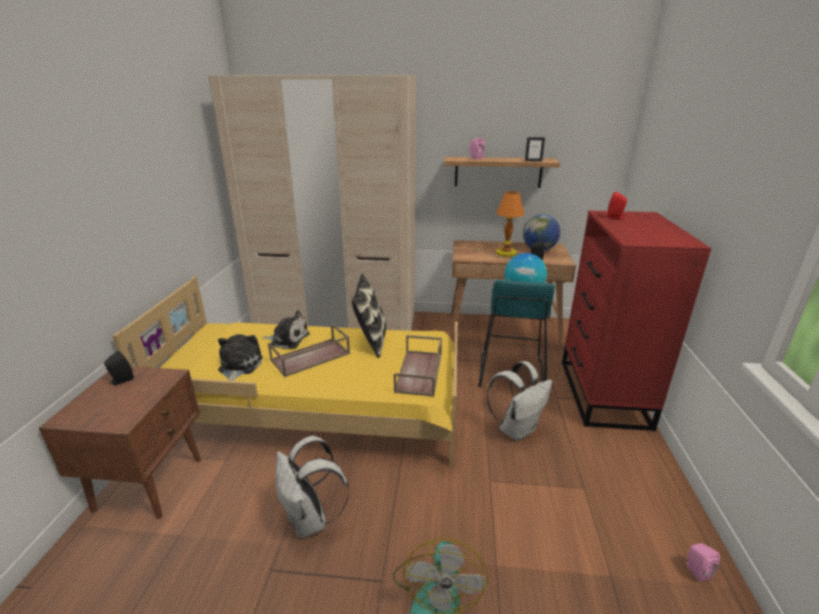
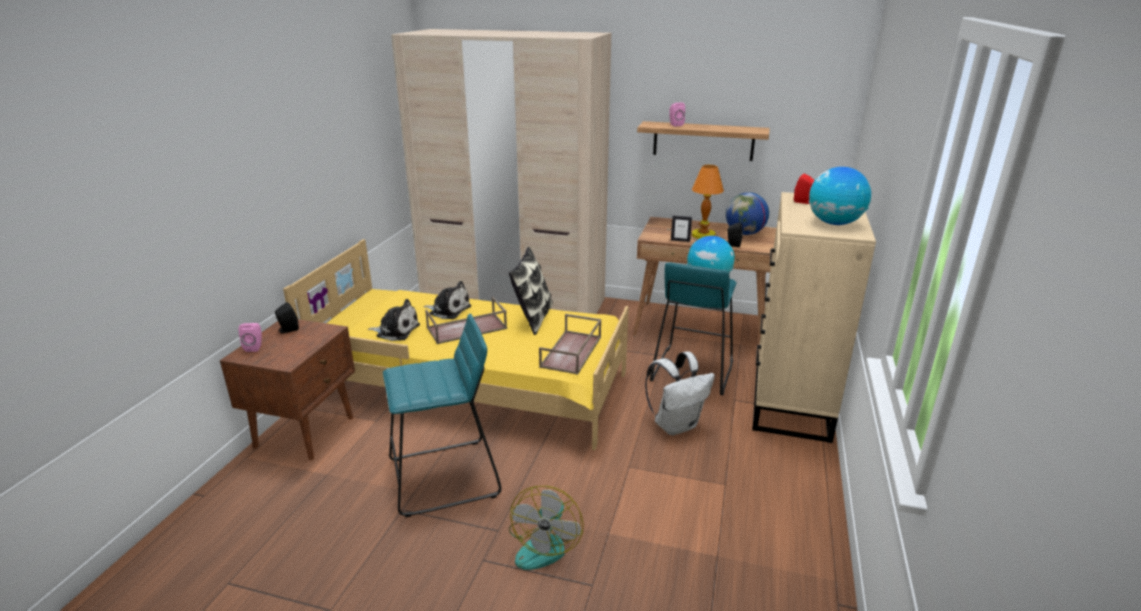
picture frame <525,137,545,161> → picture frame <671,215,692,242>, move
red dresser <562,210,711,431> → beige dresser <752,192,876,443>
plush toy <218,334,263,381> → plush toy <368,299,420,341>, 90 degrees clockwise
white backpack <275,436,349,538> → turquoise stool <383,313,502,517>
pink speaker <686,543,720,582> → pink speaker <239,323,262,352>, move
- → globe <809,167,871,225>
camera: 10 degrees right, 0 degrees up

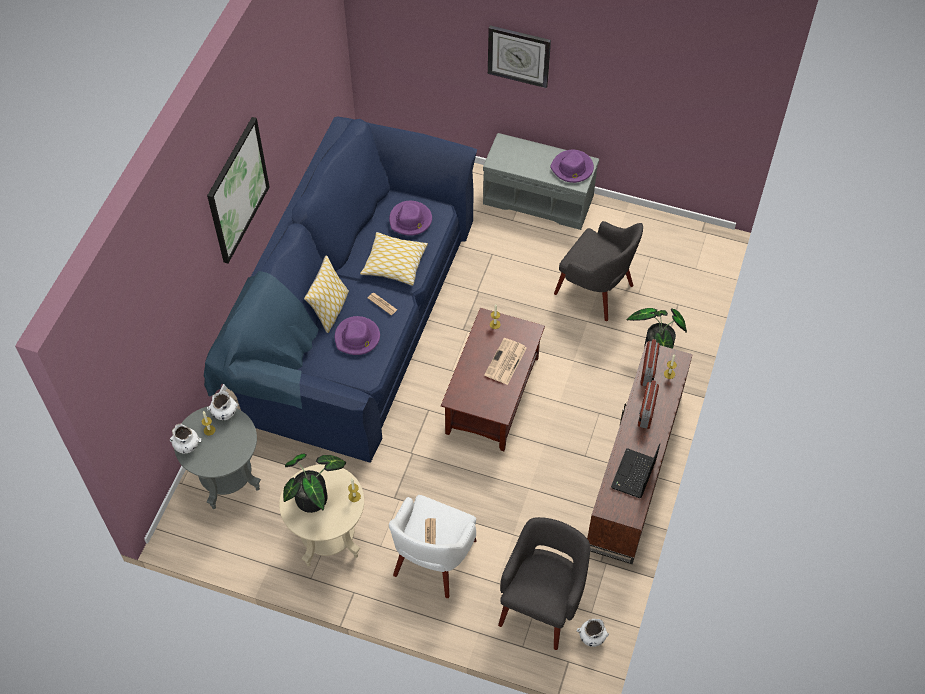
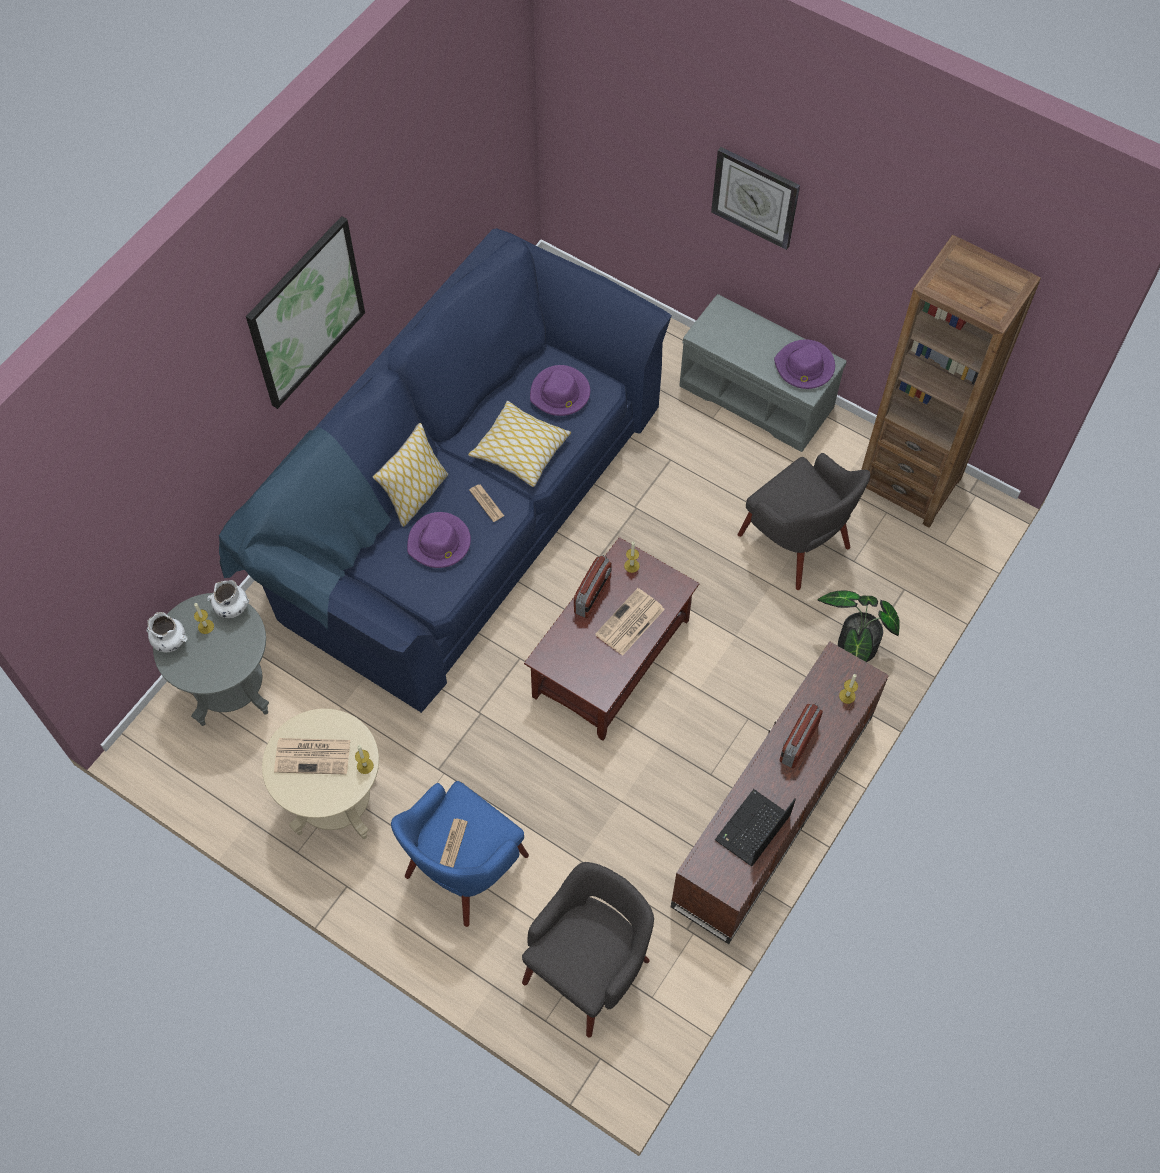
radio <640,339,660,386> → radio <574,555,612,618>, move
potted plant <283,454,346,513> → newspaper <274,738,350,775>
white armchair <389,495,477,598> → blue armchair <391,781,529,927>
white vase <577,619,609,647> → -
- → brown bookcase <861,235,1041,528>
camera: 15 degrees right, 5 degrees up

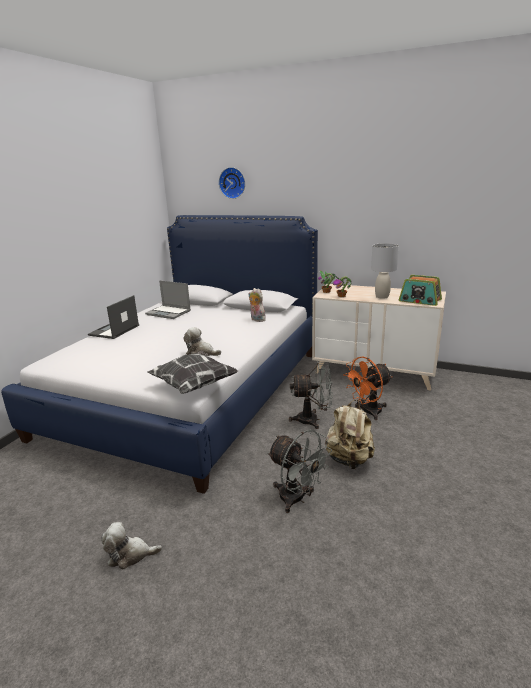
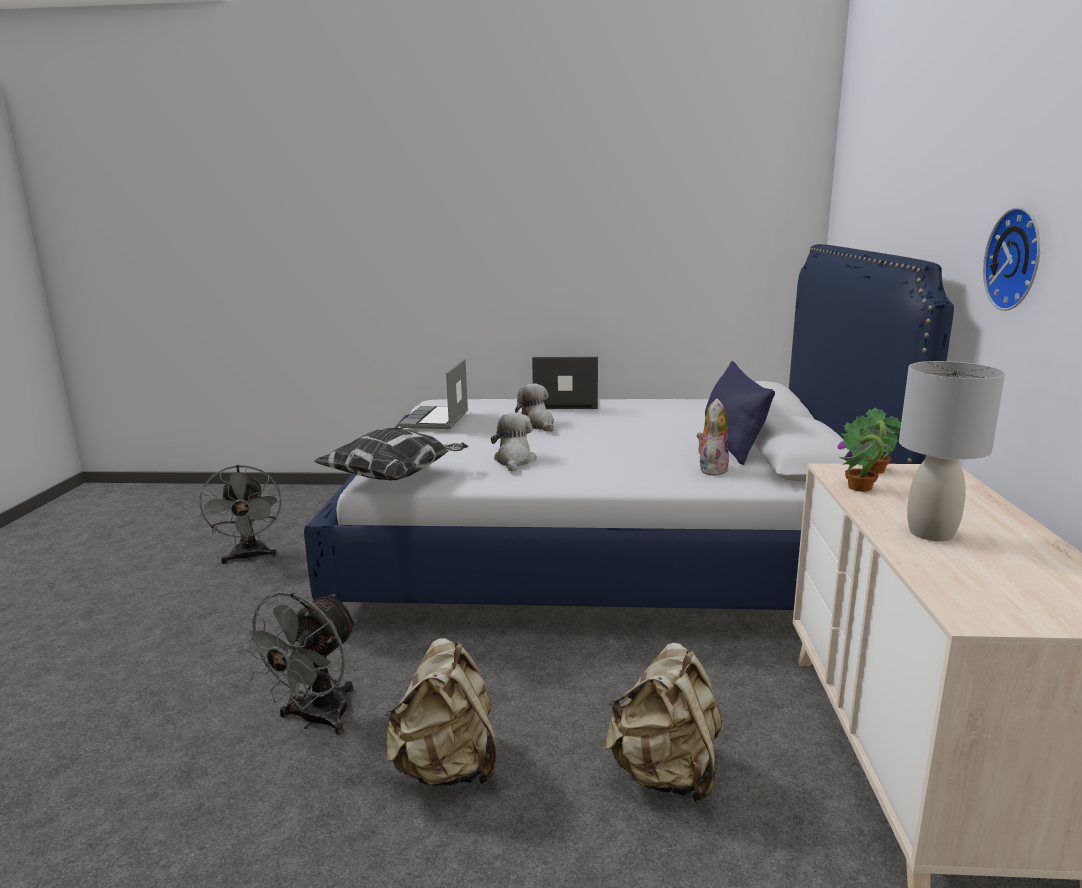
wall clock <219,167,245,199> → wall clock <983,207,1040,311>, move
radio <399,275,442,306> → -
laptop <145,280,191,319> → laptop <399,359,468,429>, move
orange fan <344,356,392,420> → beige backpack <605,643,722,804>
grey fan <289,362,333,429> → grey fan <199,465,282,564>, move
plush toy <101,522,162,569> → plush toy <515,384,554,432>, move
- → blue pillow <705,361,775,465>
camera: 70 degrees right, 5 degrees down

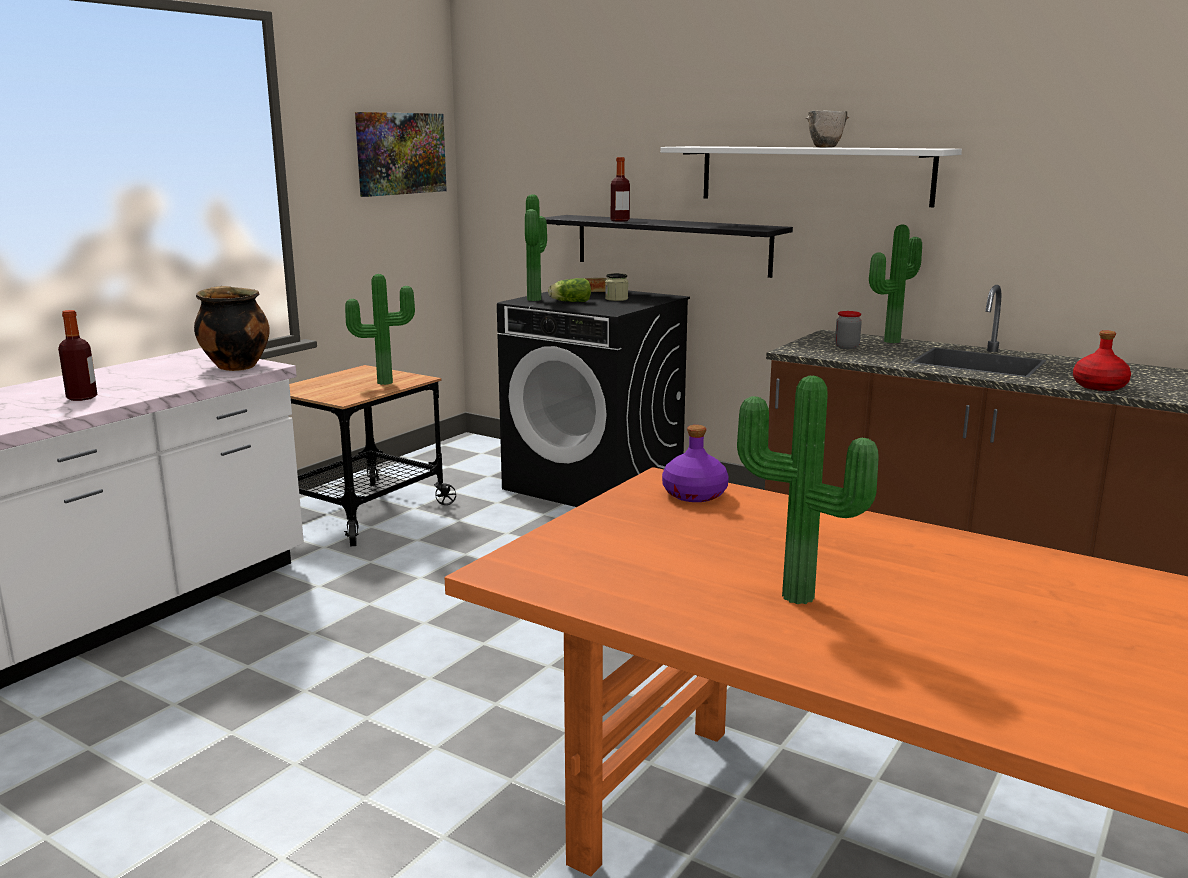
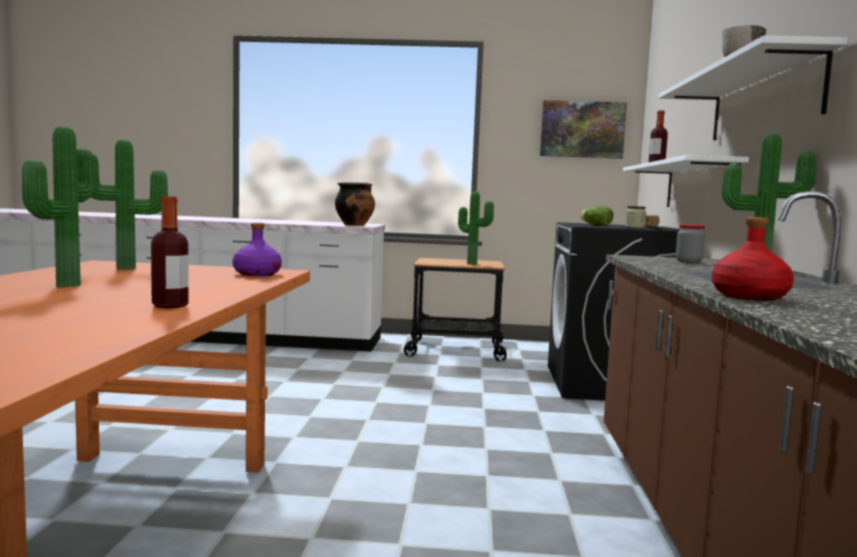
potted plant <525,194,547,301> → potted plant <91,139,168,269>, move
black shelf <545,215,793,278> → white shelf <623,155,749,210>
bottle <58,310,97,401> → bottle <151,196,189,308>, move
camera: 60 degrees right, 10 degrees down

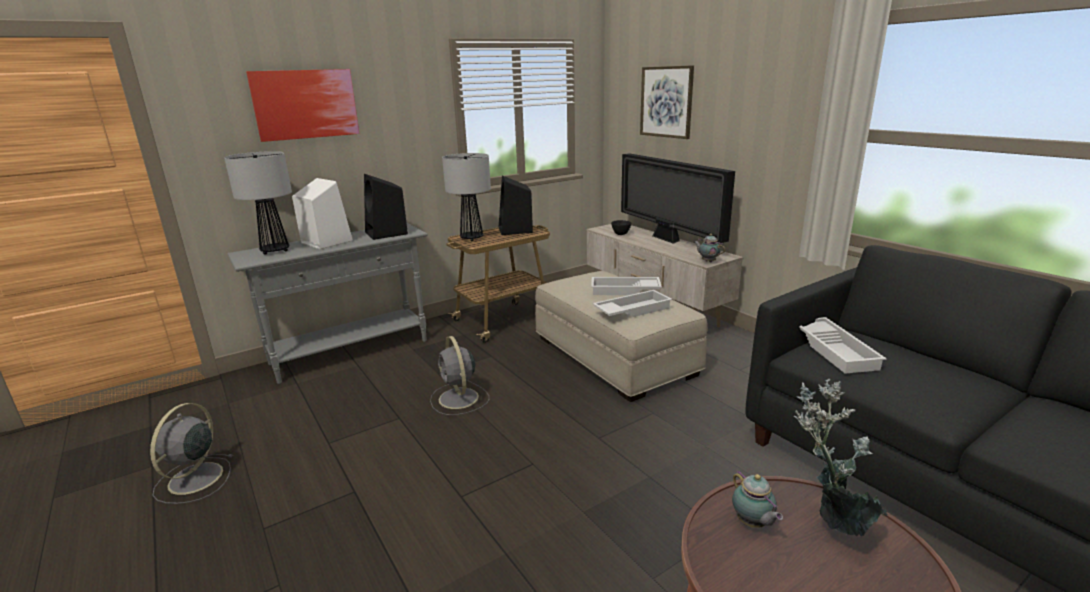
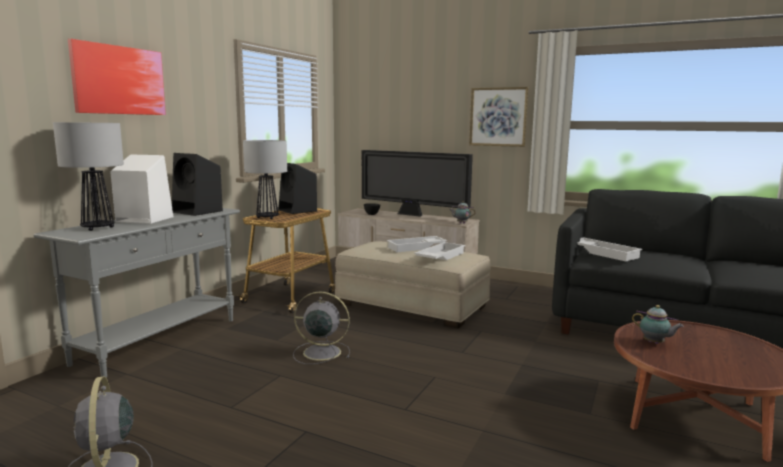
picture <640,65,694,139> → picture <469,87,529,147>, move
grey fan <430,336,489,415> → grey fan <293,291,350,364>, 150 degrees clockwise
potted plant <794,379,887,536> → -
camera: 30 degrees left, 10 degrees down

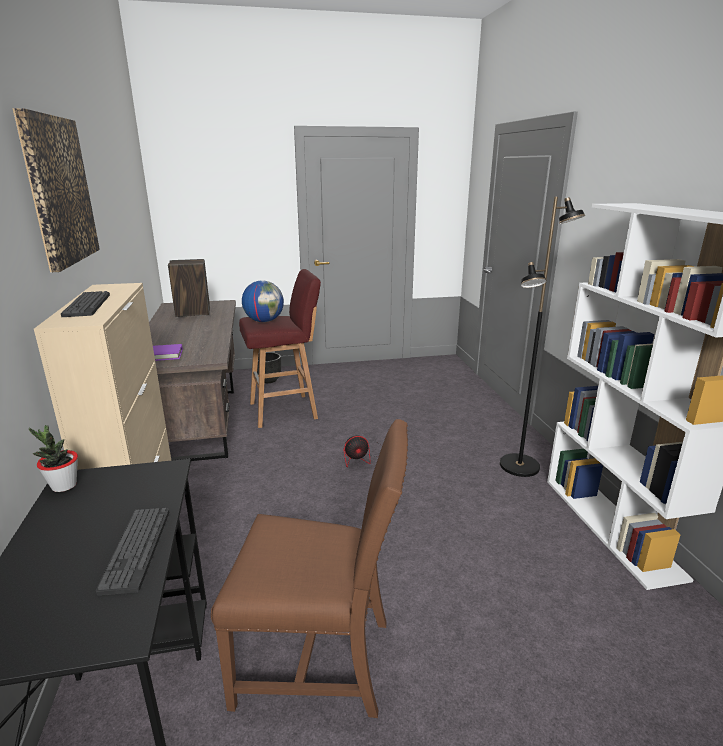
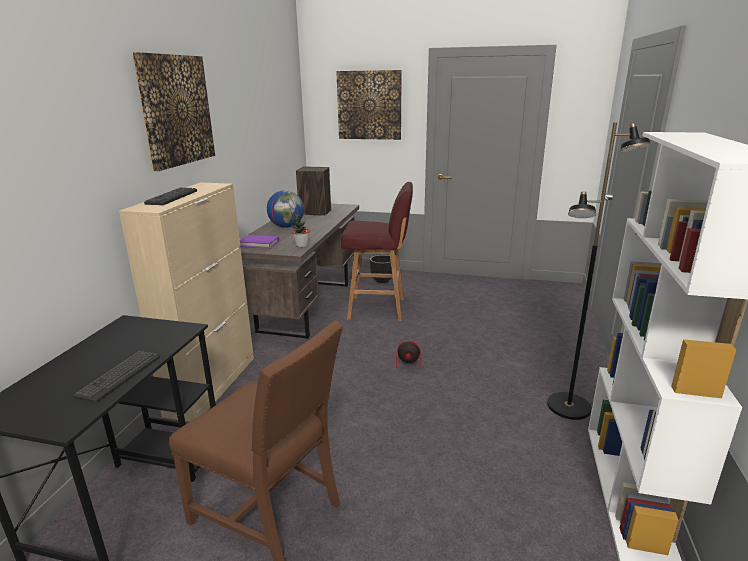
globe <242,280,284,322> → globe <267,190,304,228>, move
potted plant <29,425,78,492> → potted plant <291,212,310,247>, move
- → picture <336,70,402,140>
camera: 25 degrees right, 0 degrees up

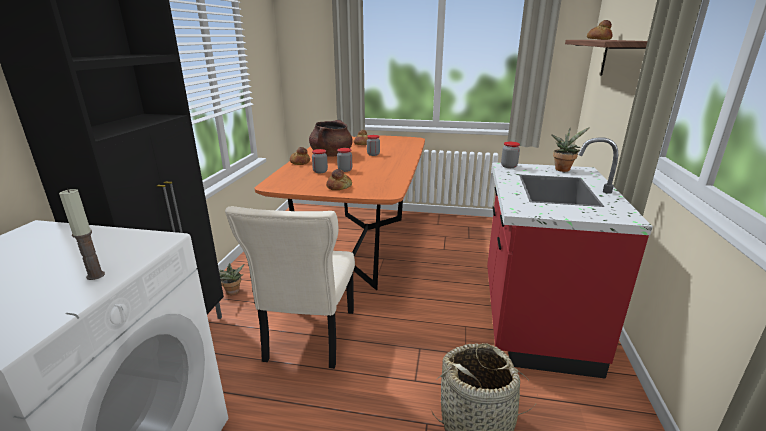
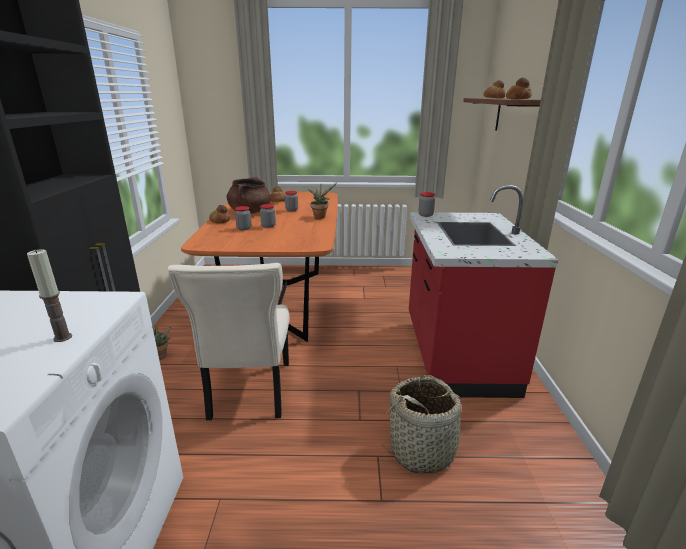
potted plant <551,127,590,172> → potted plant <308,183,337,219>, move
bread <326,169,352,190> → bread <506,78,532,99>, move
camera: 10 degrees left, 0 degrees up

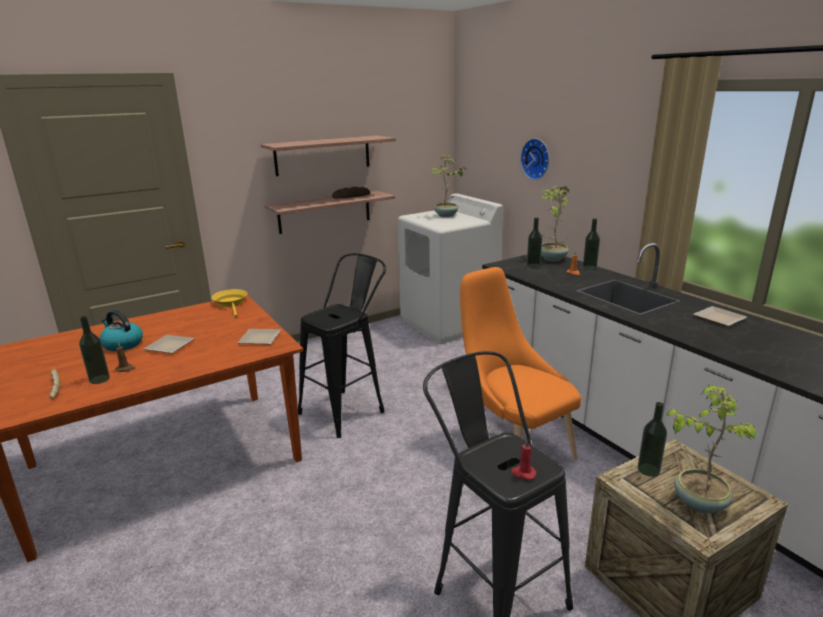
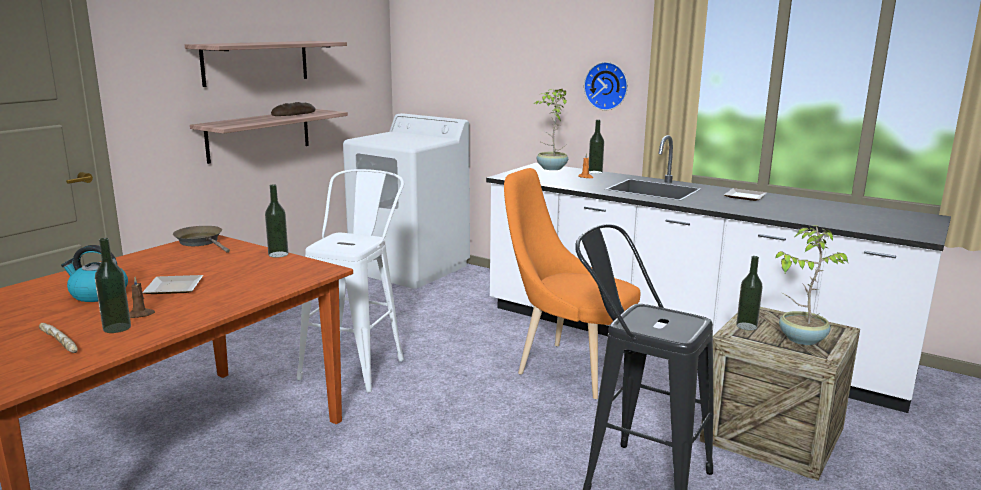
wall clock <520,138,549,180> → wall clock <584,62,628,110>, move
potted plant <431,155,466,217> → -
bottle <527,217,542,268> → bottle <265,185,288,258>, move
black stool <298,253,386,438> → white stool <296,169,404,393>
yellow frying pan <211,289,248,317> → brown frying pan <173,226,230,253>
plate <238,329,281,344> → -
red candle <511,440,537,480> → -
camera: 25 degrees left, 5 degrees down

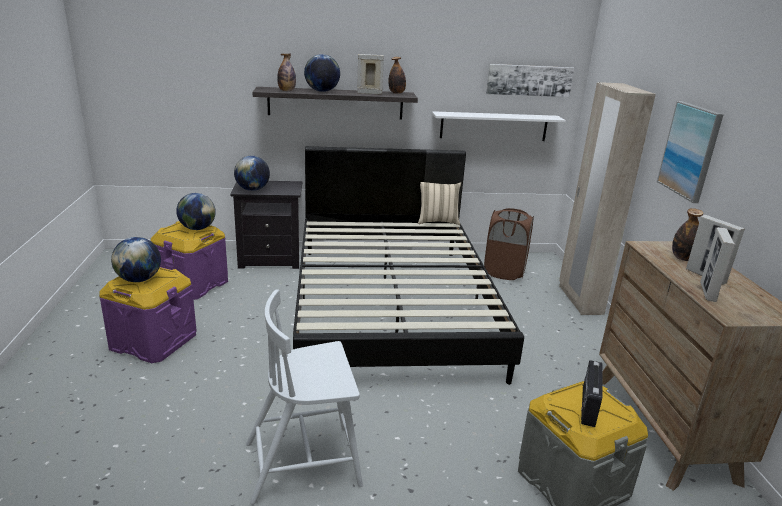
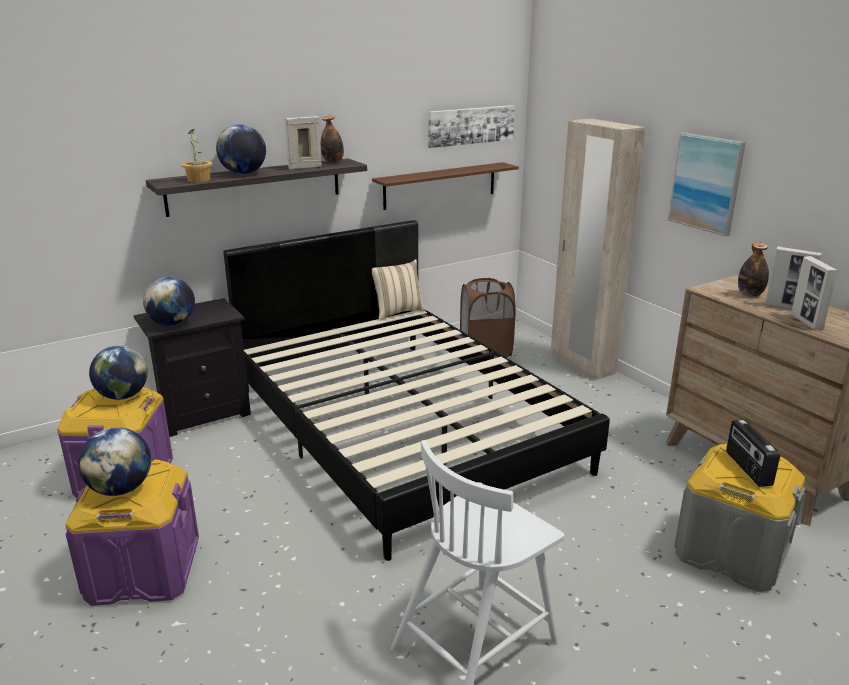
bottle <277,54,296,91> → potted plant <182,129,213,183>
white shelf <432,111,566,141> → brown shelf <372,162,519,210>
camera: 25 degrees left, 0 degrees up

